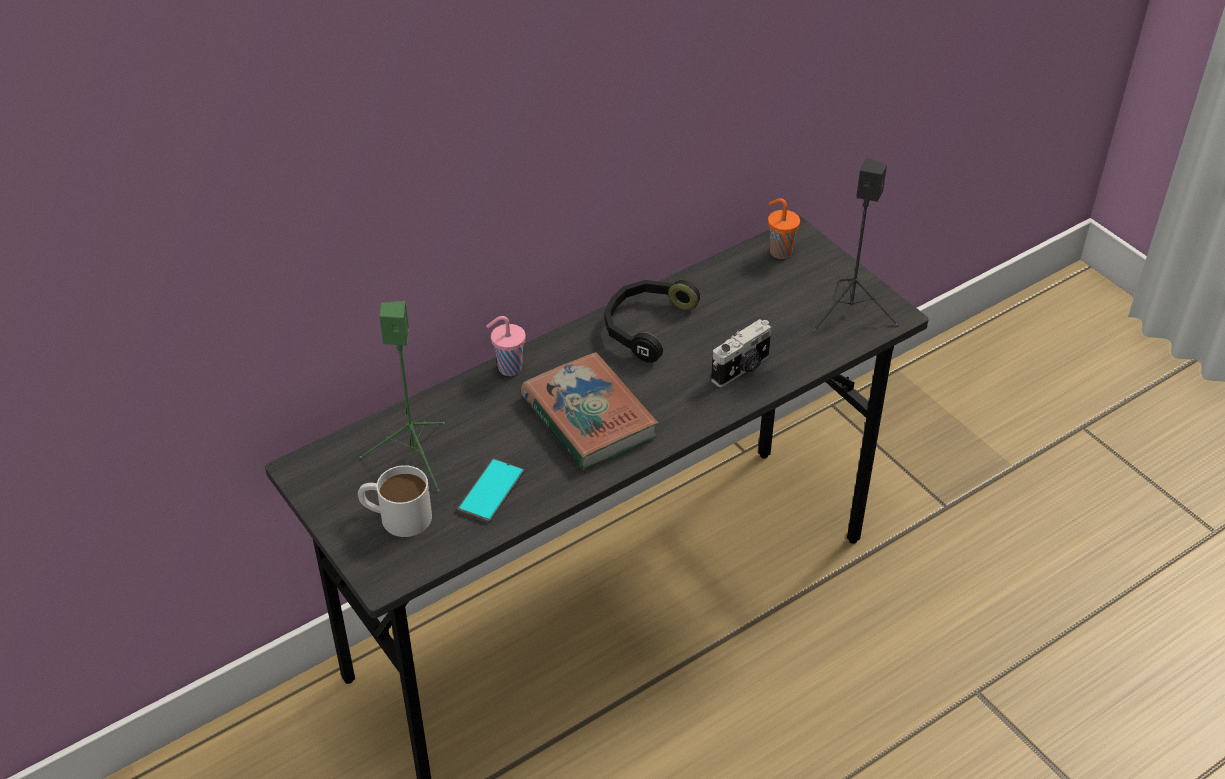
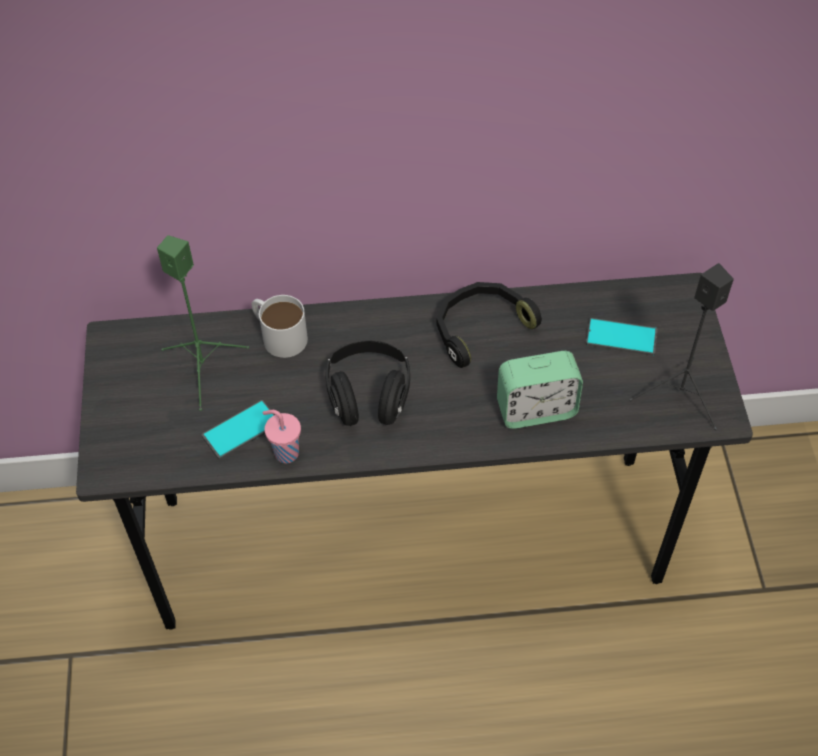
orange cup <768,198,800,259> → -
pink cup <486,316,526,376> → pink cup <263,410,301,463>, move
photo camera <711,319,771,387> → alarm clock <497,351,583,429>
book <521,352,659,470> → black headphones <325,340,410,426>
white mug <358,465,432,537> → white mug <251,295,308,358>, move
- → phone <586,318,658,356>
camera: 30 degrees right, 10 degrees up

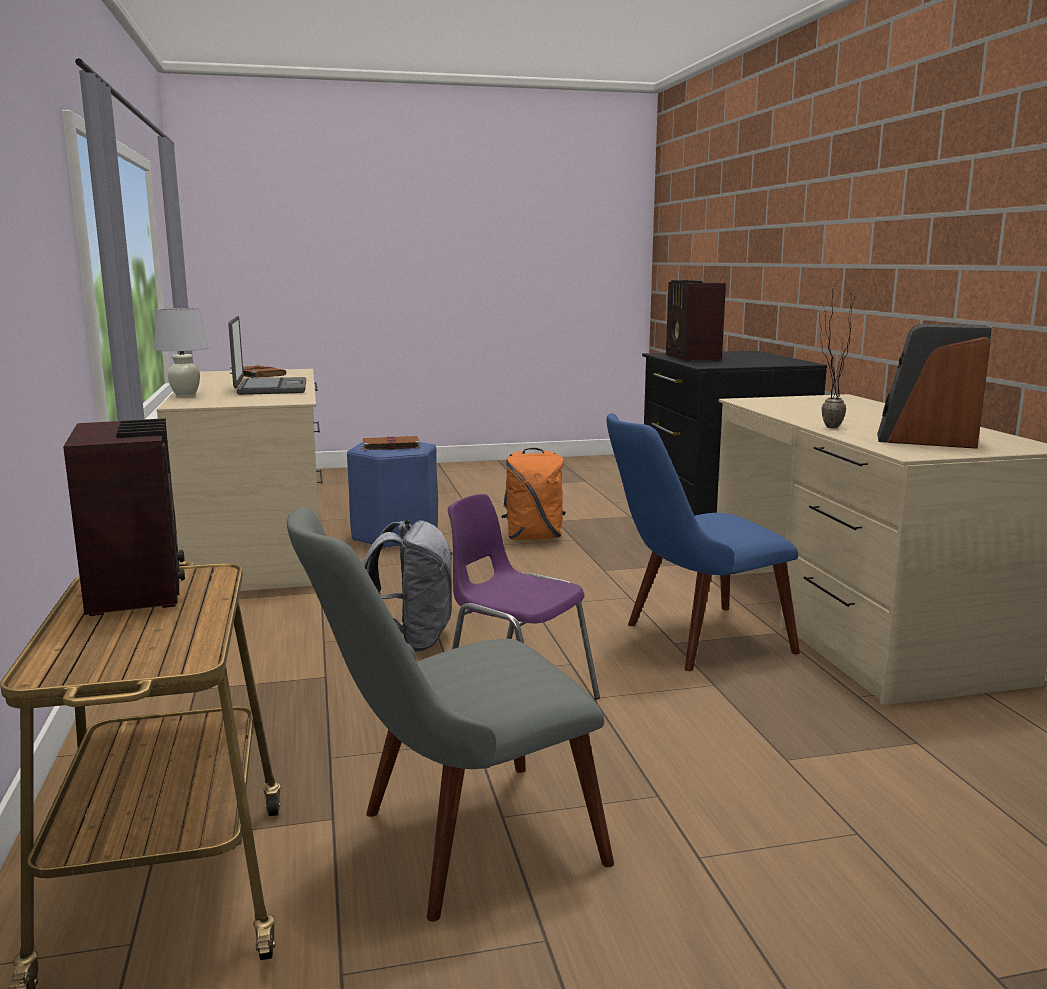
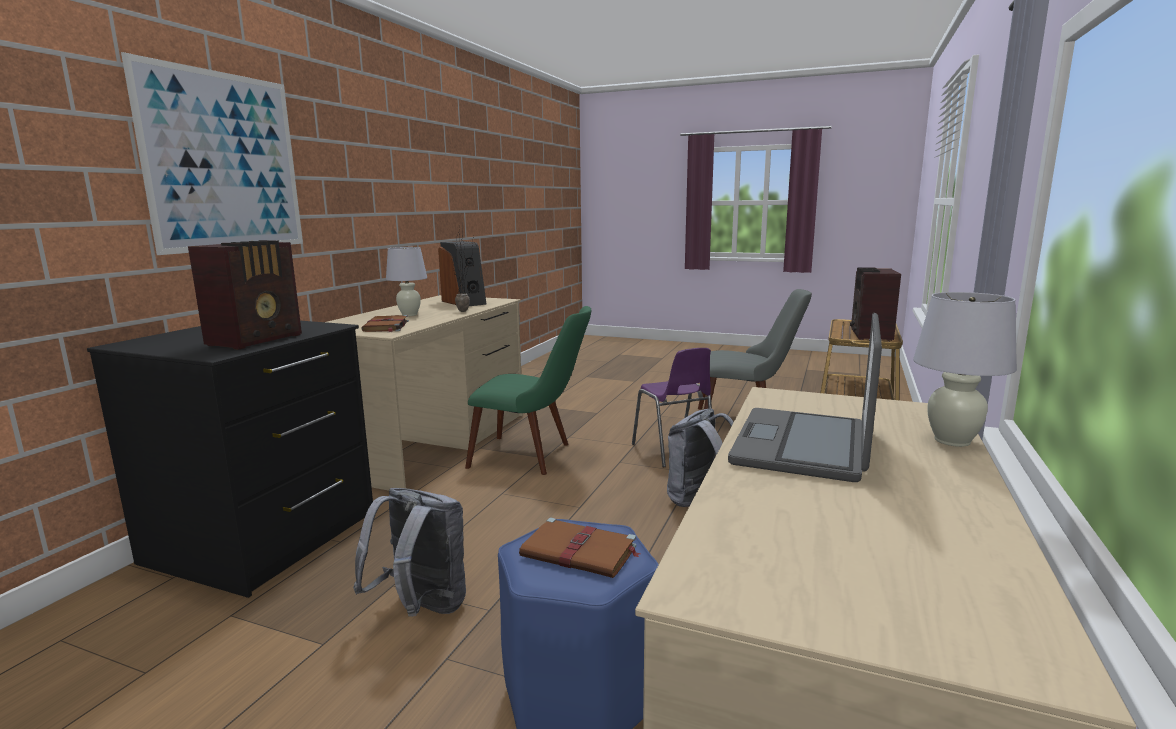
brown book <230,365,286,378> → brown book <361,315,409,332>, move
blue chair <607,413,800,671> → green chair <465,306,592,475>
orange backpack <502,448,566,540> → grey backpack <353,488,466,617>
- → picture <121,52,303,255>
- → white table lamp <386,247,427,316>
camera: 145 degrees left, 0 degrees up

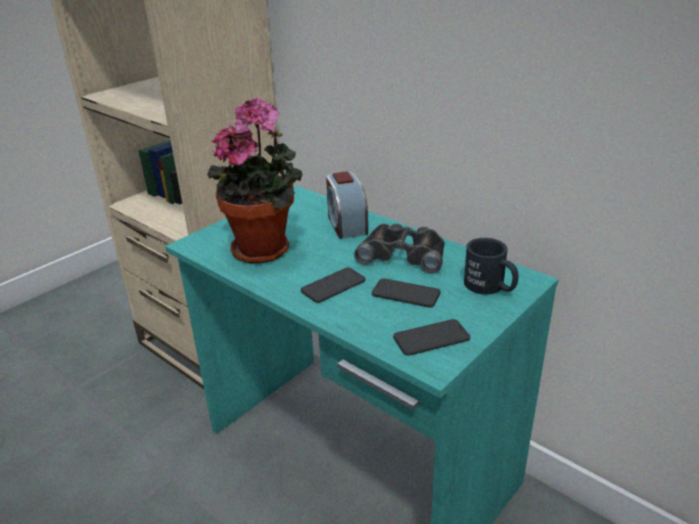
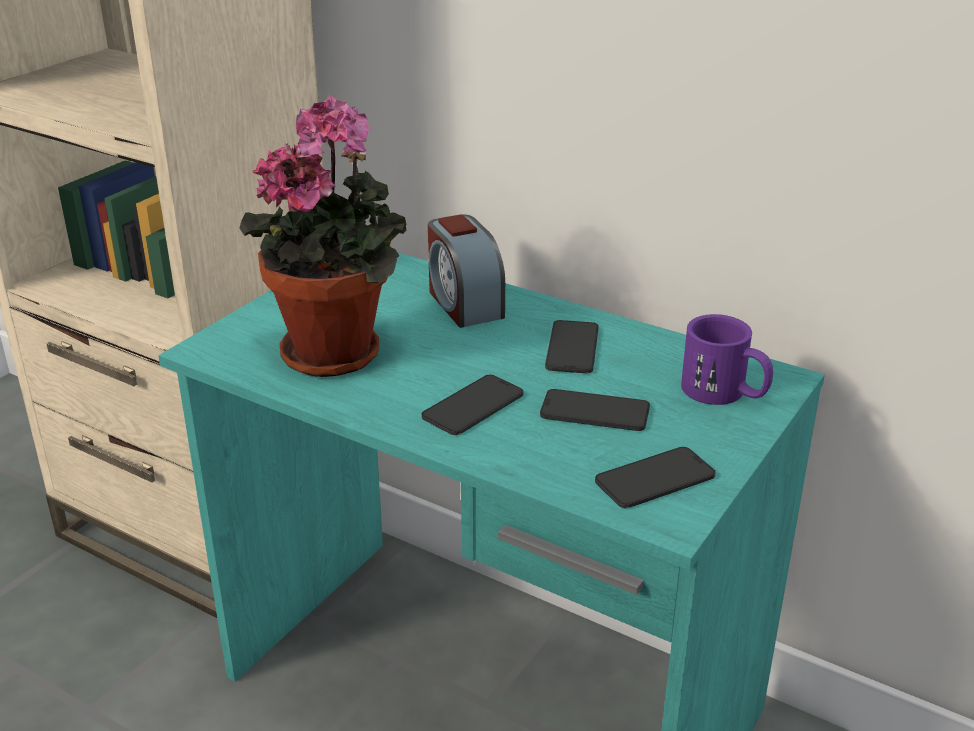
black binoculars <354,223,445,273> → phone <545,320,599,373>
black mug <464,238,519,294> → purple mug <681,314,773,405>
camera: 10 degrees left, 0 degrees up

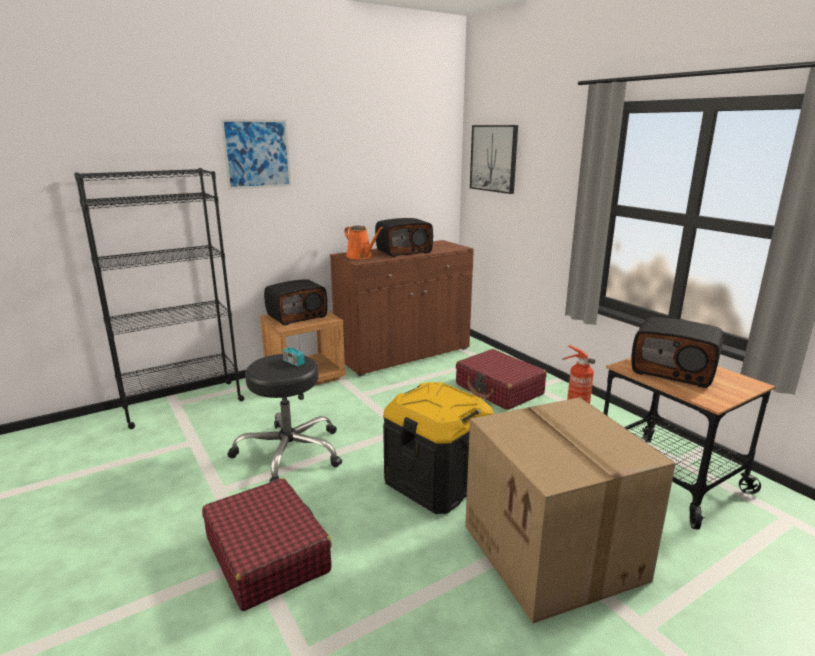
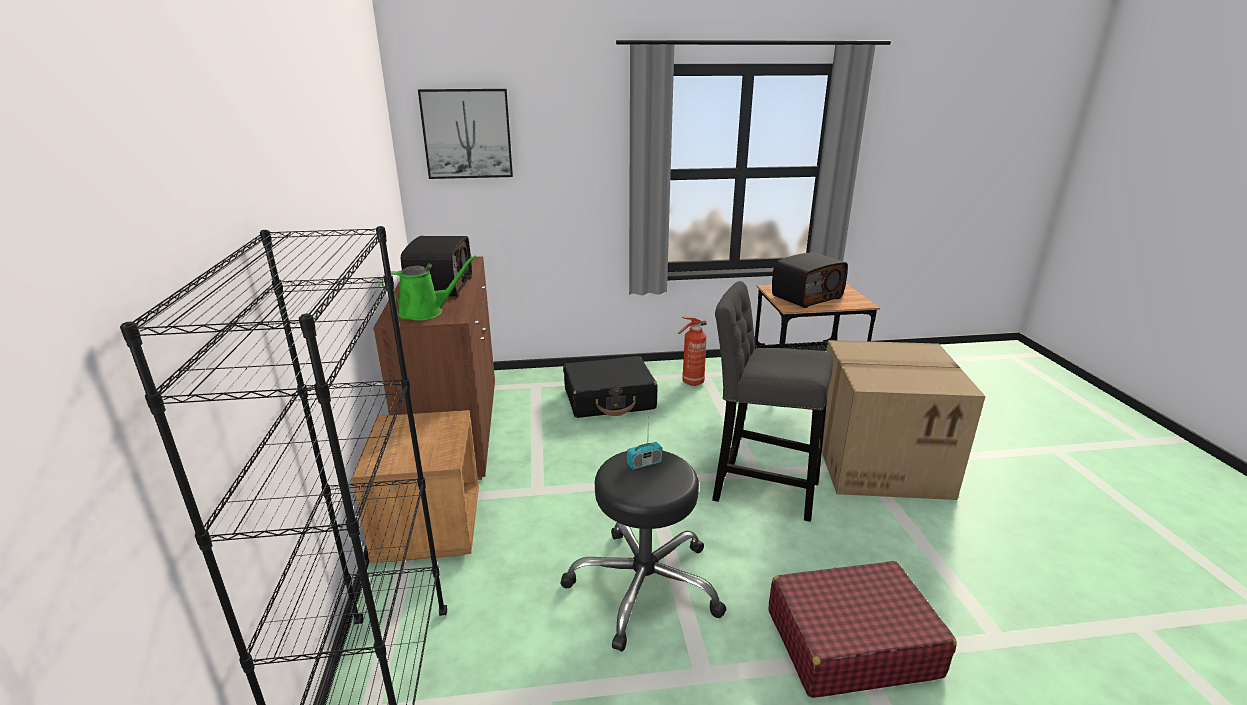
picture <221,119,291,190> → -
orange watering can <344,225,383,259> → green watering can <381,255,477,321>
radio <264,279,327,325> → -
red suitcase <456,349,546,410> → black suitcase <563,356,657,418>
black storage box <383,382,494,514> → grey stool <712,281,833,522>
camera: 65 degrees left, 5 degrees up

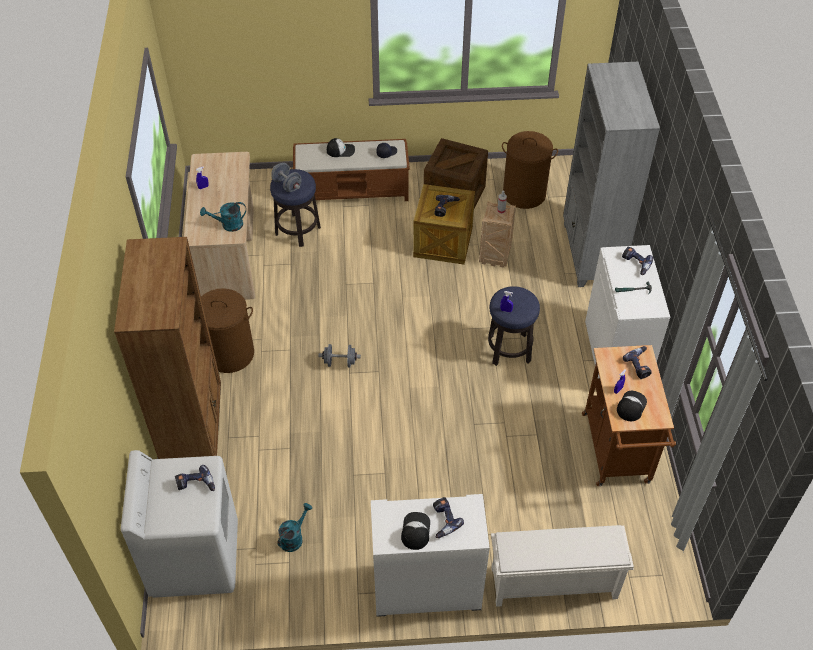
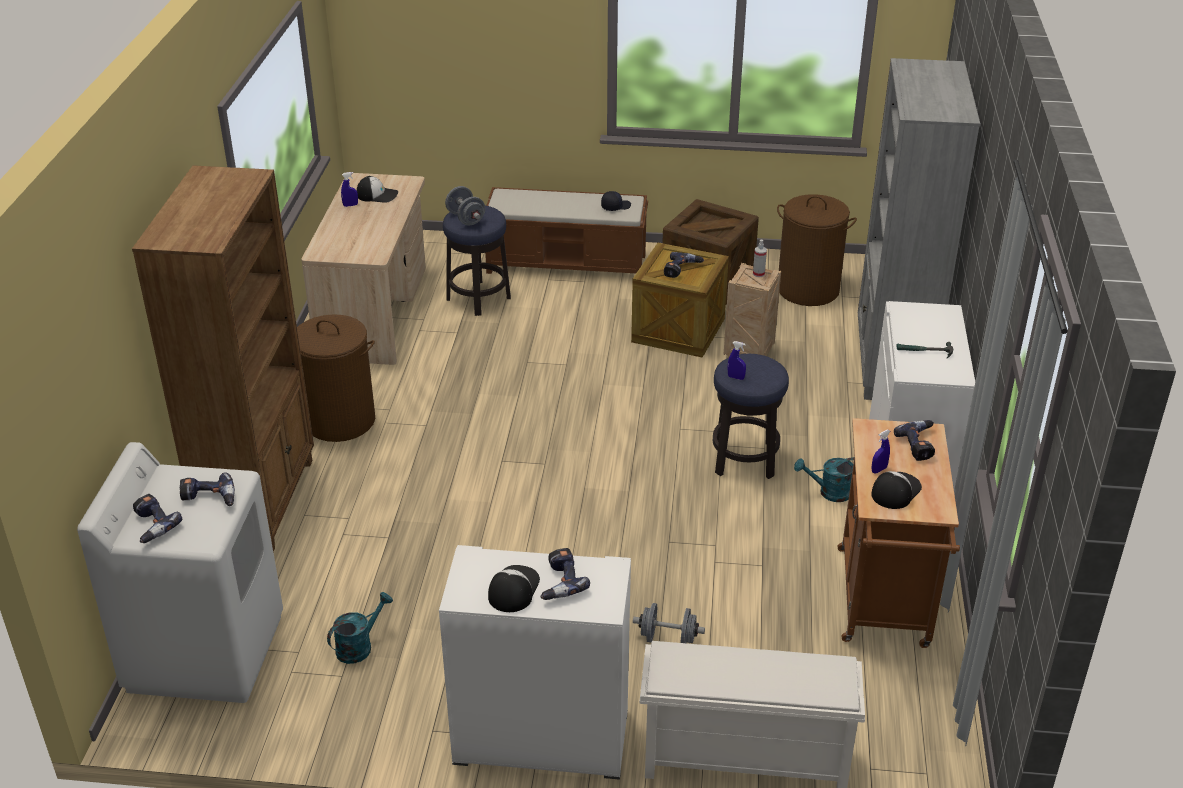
cap <327,138,355,157> → cap <357,176,398,203>, move
turquoise watering can <200,202,246,232> → turquoise watering can <794,457,854,502>, move
power drill <622,246,653,275> → power drill <133,494,182,543>, move
grey dumbbell <319,344,361,368> → grey dumbbell <633,603,705,643>, move
camera: 10 degrees right, 15 degrees down

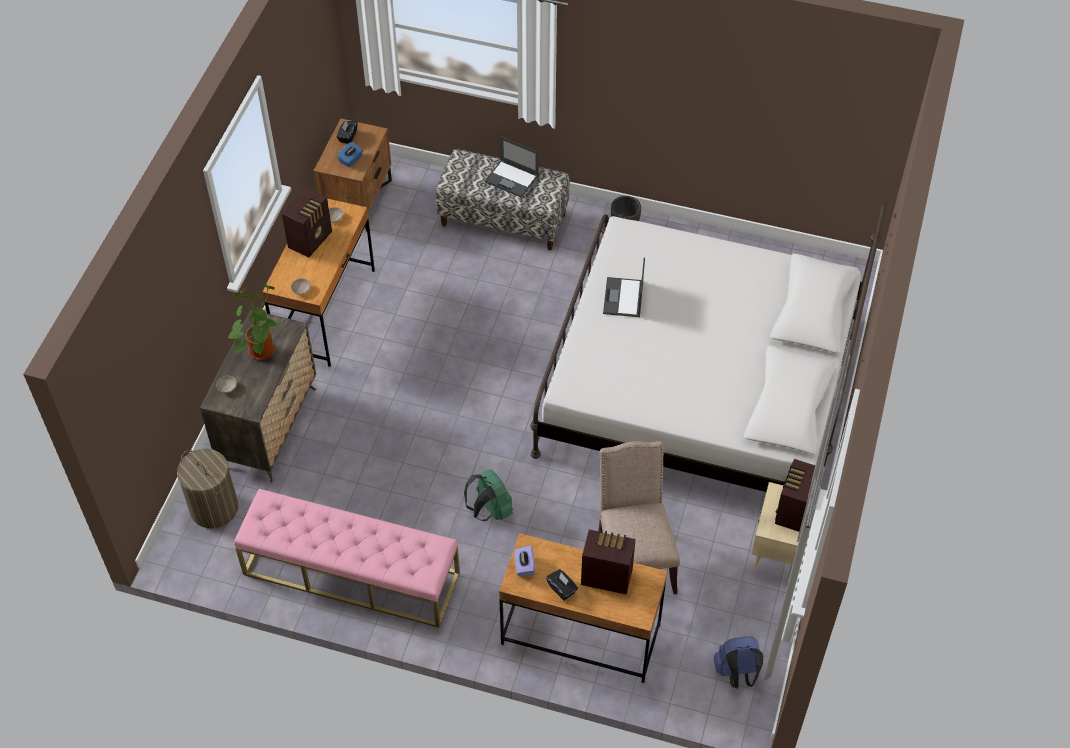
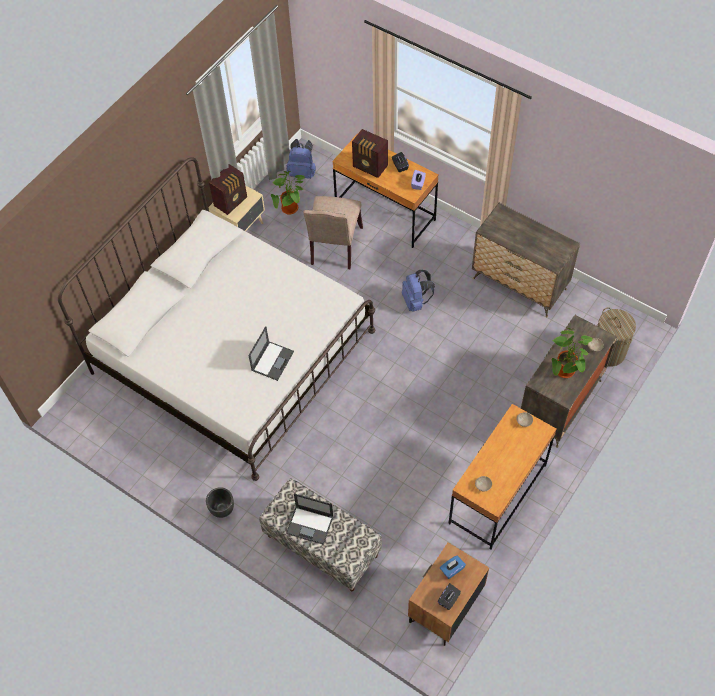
laptop <485,137,539,198> → laptop <286,493,334,545>, 150 degrees clockwise
radio <282,188,332,258> → -
green backpack <464,470,513,521> → blue backpack <402,270,435,312>
pink bench <234,489,460,628> → dresser <472,203,580,318>
- → potted plant <271,171,305,215>
camera: 160 degrees left, 5 degrees up

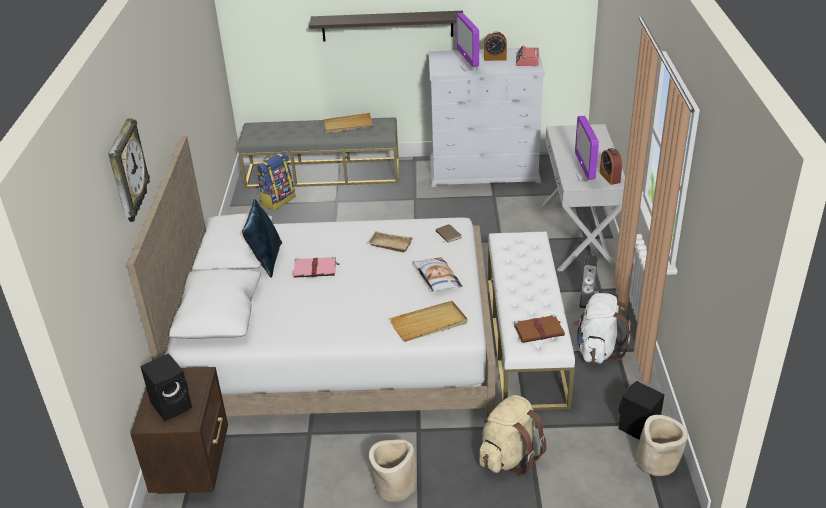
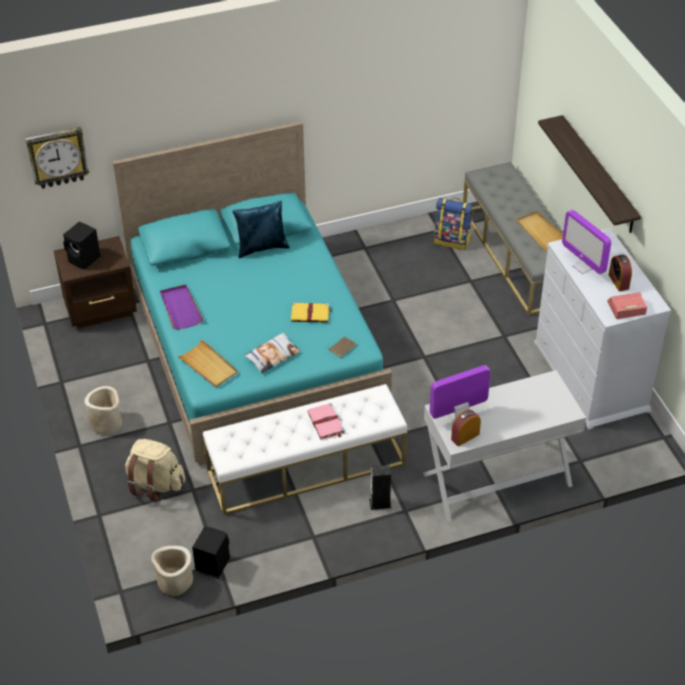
monitor <456,13,479,71> → monitor <562,210,611,274>, 90 degrees counterclockwise
wall clock <108,118,150,222> → wall clock <25,127,89,189>, move
white bed <127,136,496,417> → turquoise bed <112,121,392,466>
beige tray <368,231,413,252> → yellow book <291,302,331,323>
pink book <293,257,340,277> → pink book <307,403,345,439>, move
white backpack <573,293,631,363> → -
brown book <514,314,565,343> → -
- → purple tray <160,284,204,329>
camera: 70 degrees right, 10 degrees up

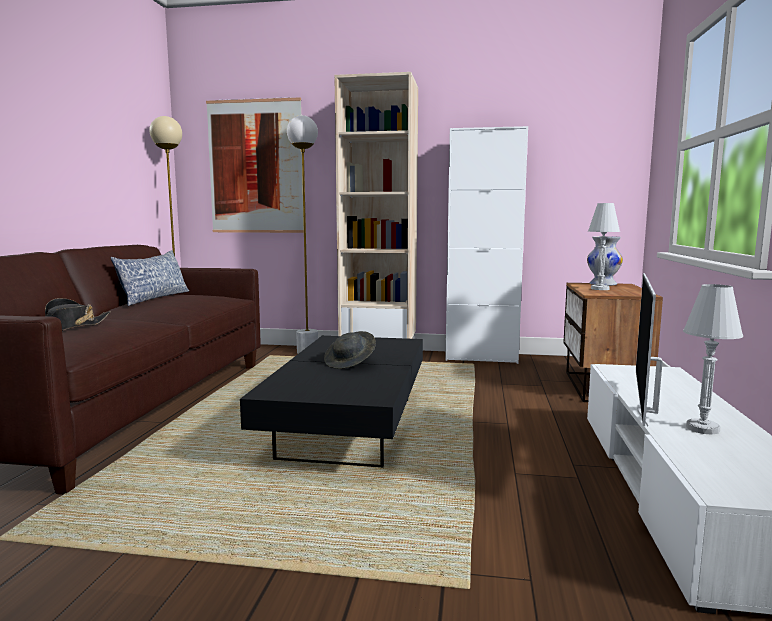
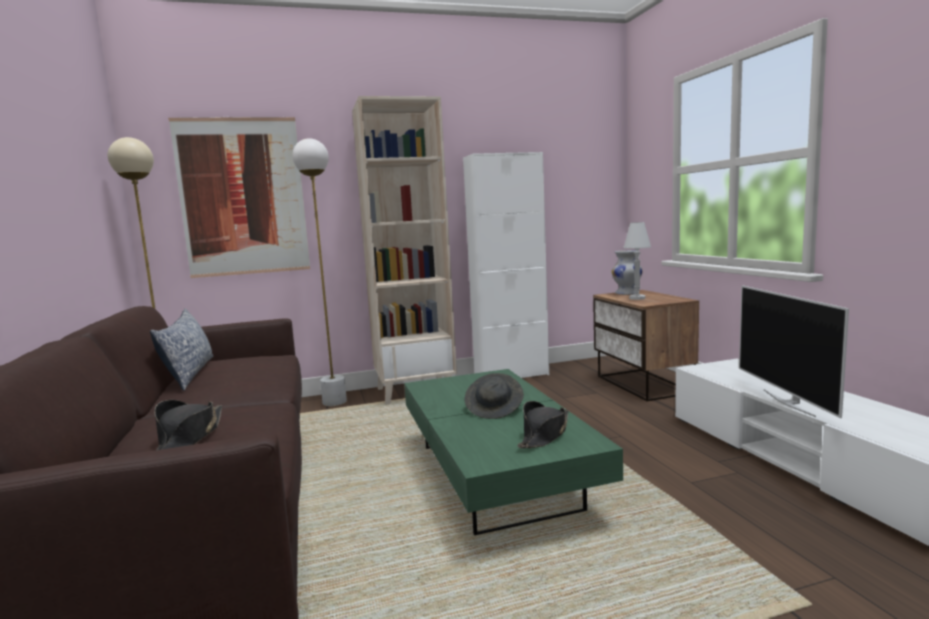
white table lamp <683,284,743,435> → -
black coffee table <240,336,423,467> → green coffee table <404,369,623,535>
- → black hat <517,401,569,448>
camera: 25 degrees left, 0 degrees up

